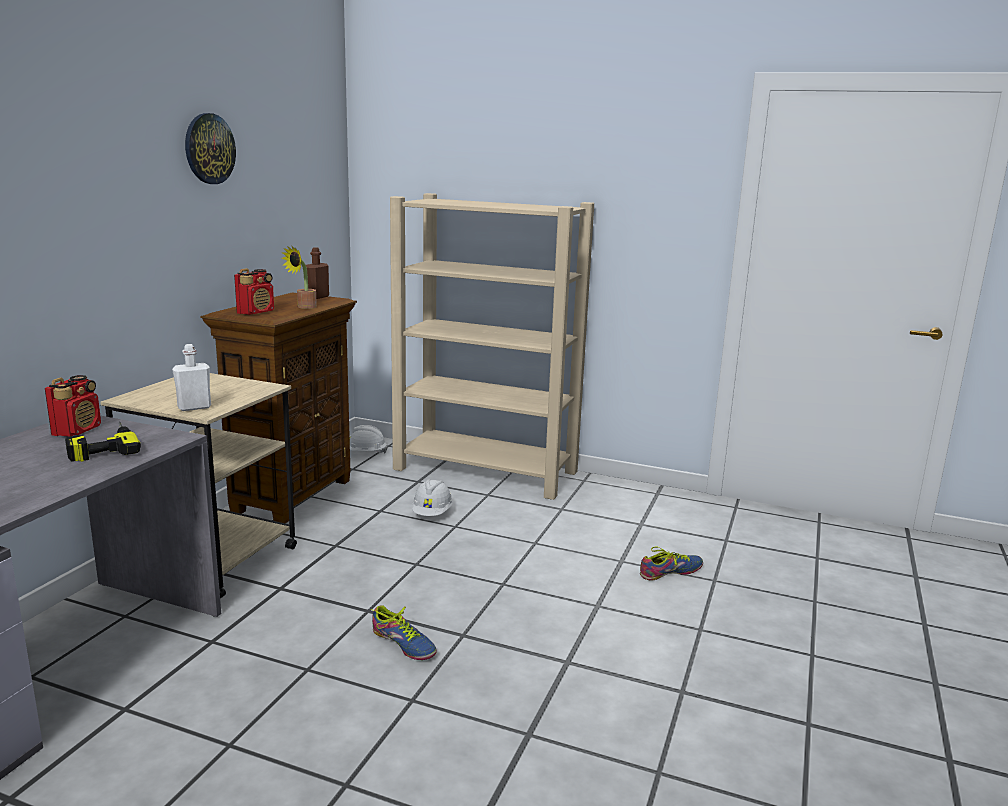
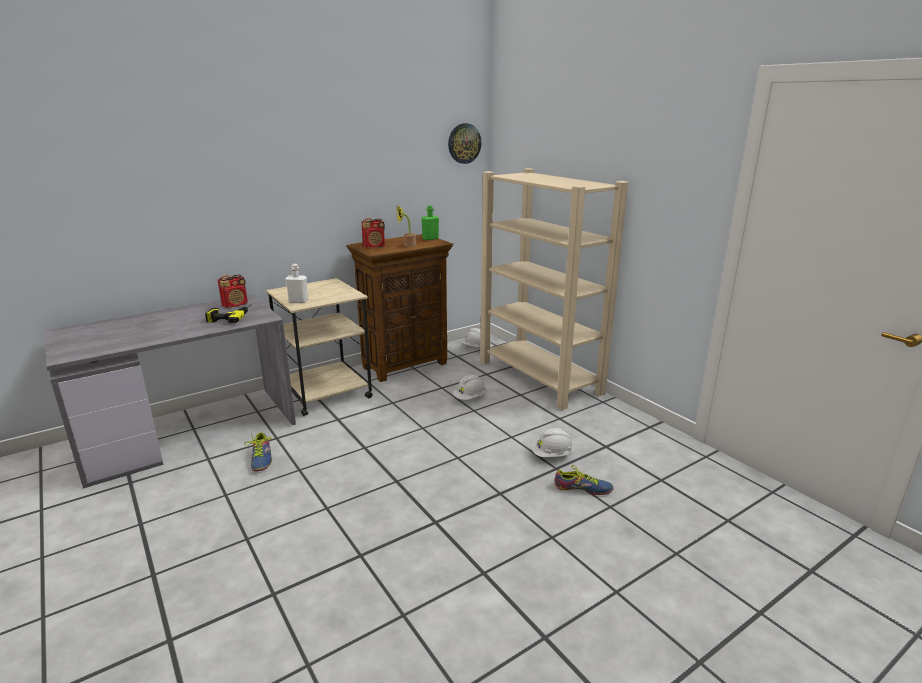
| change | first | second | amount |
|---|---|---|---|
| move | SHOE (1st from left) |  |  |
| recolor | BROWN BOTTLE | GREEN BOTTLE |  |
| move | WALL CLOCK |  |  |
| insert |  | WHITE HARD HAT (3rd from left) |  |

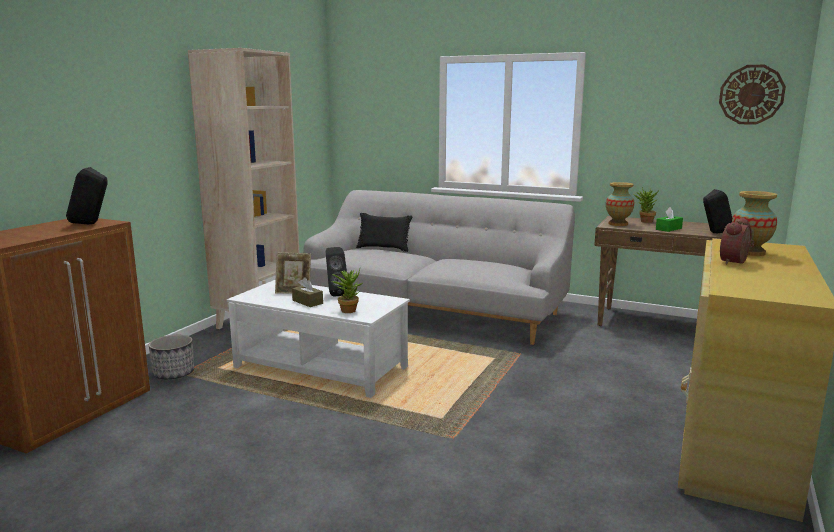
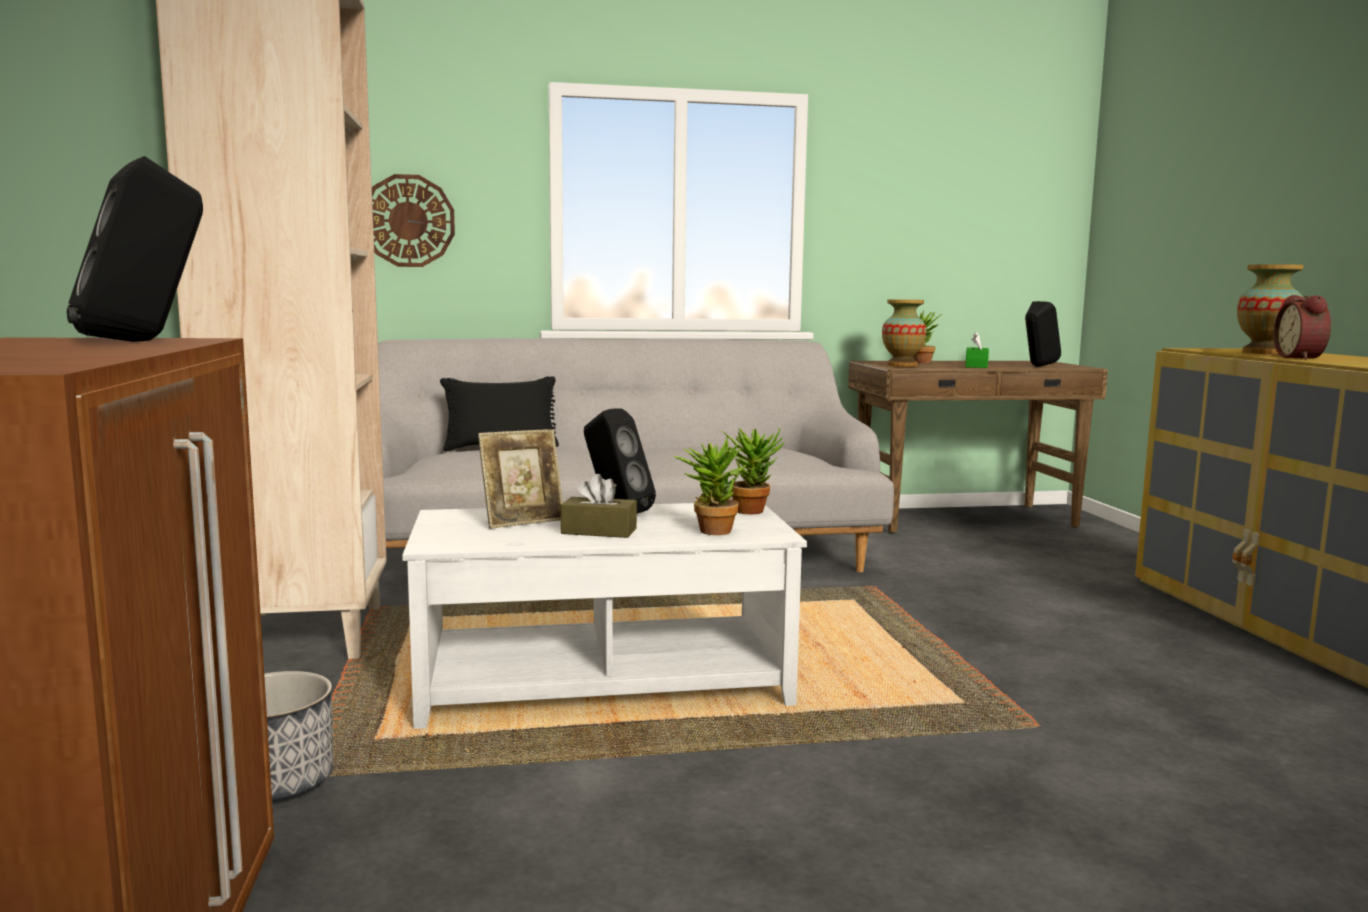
| change | first | second | amount |
|---|---|---|---|
| move | WALL CLOCK |  |  |
| insert |  | POTTED PLANT (2nd from left) |  |

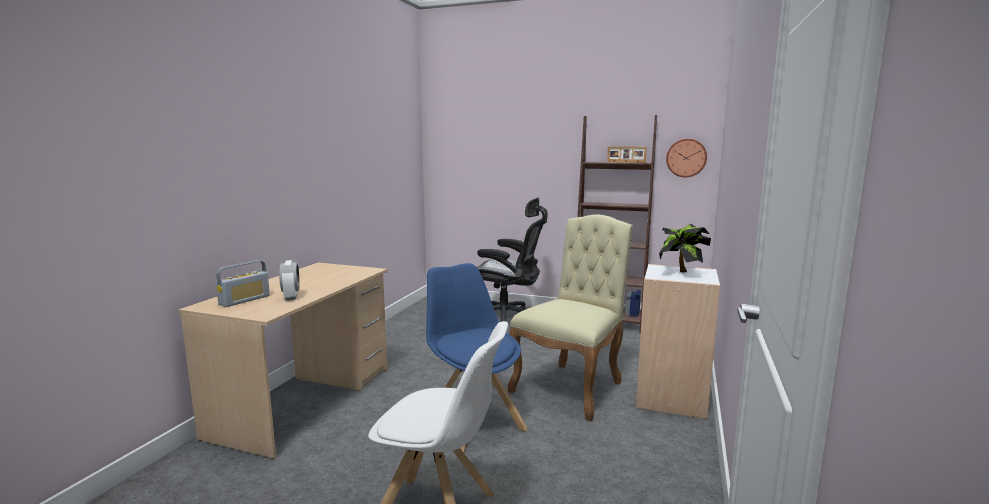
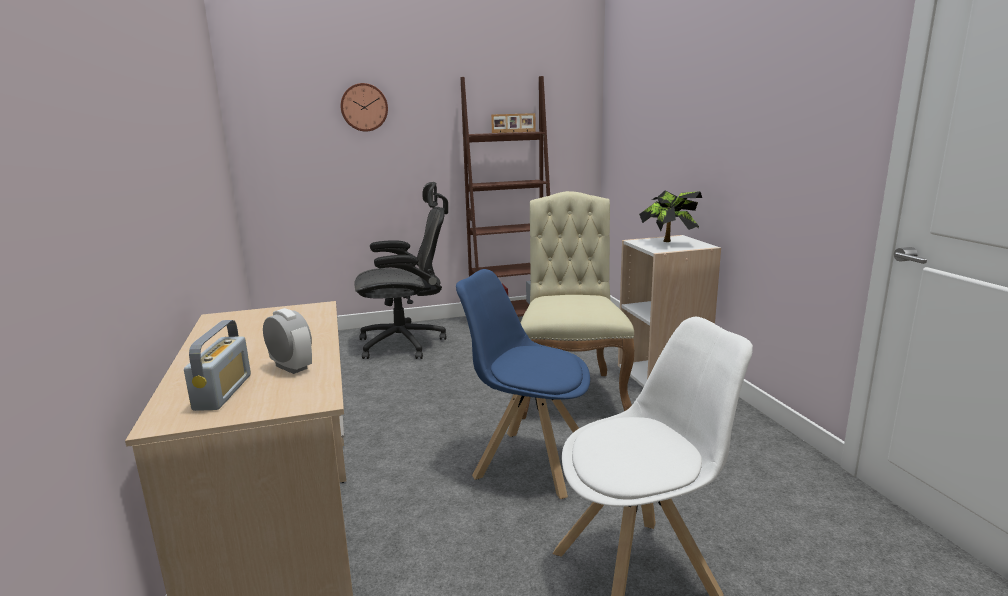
| change | first | second | amount |
|---|---|---|---|
| move | WALL CLOCK |  |  |

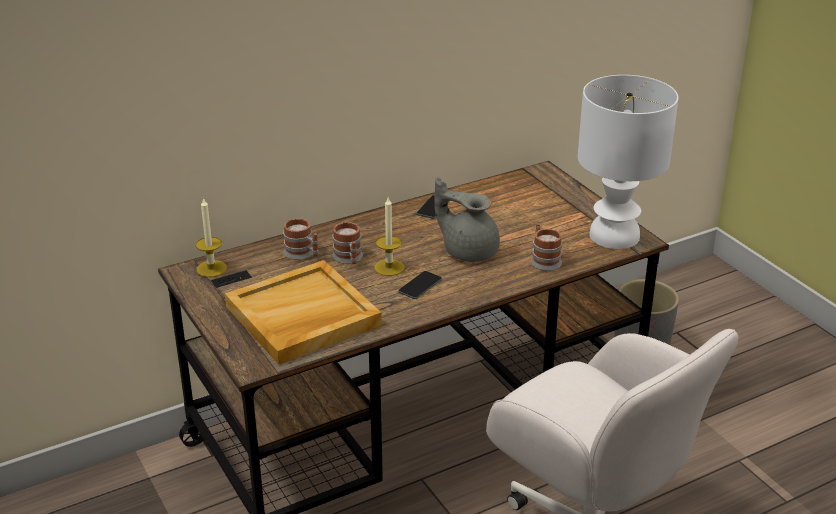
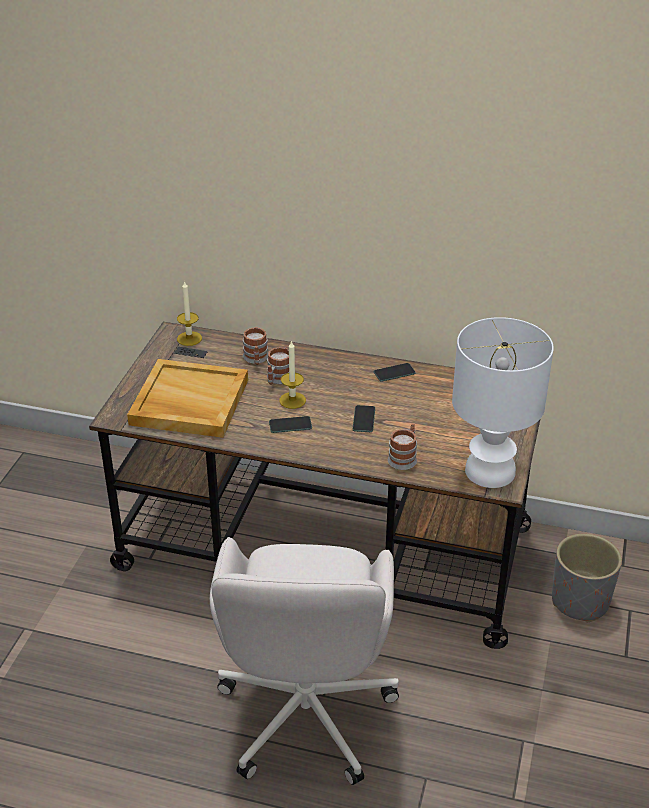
| change | first | second | amount |
|---|---|---|---|
| replace | GREY TEAPOT | PHONE (2nd from left) |  |

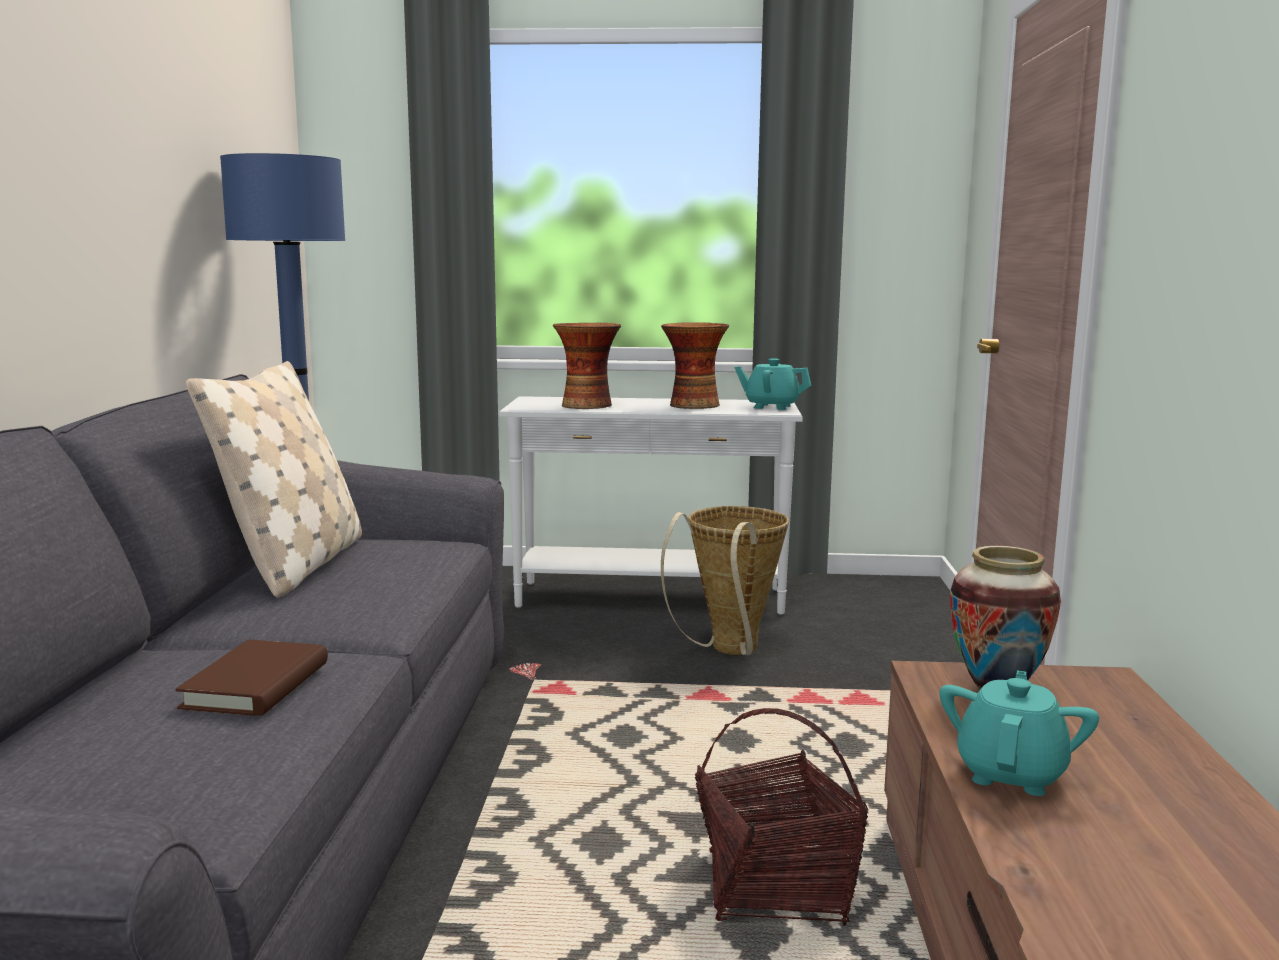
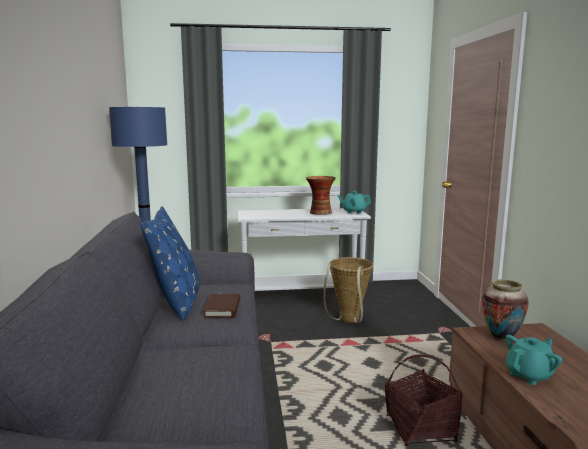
| change | first | second | amount |
|---|---|---|---|
| recolor | BEIGE PILLOW | BLUE PILLOW |  |
| move | BROWN BOOK |  |  |
| rotate | TURQUOISE TEAPOT (2nd from left) |  | 45 degrees clockwise |
| delete | VASE (1st from left) |  |  |

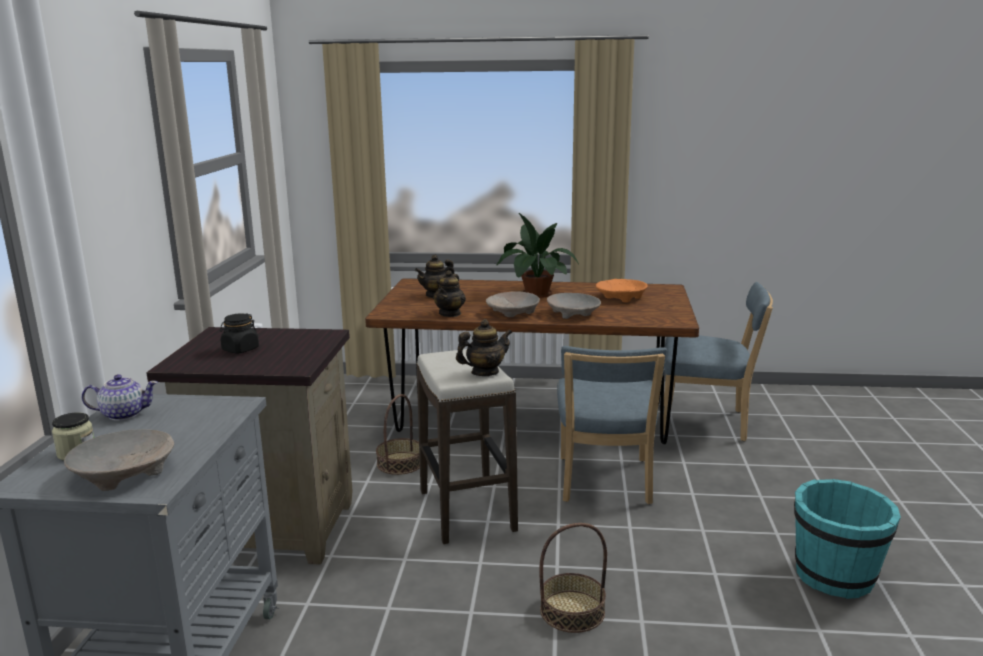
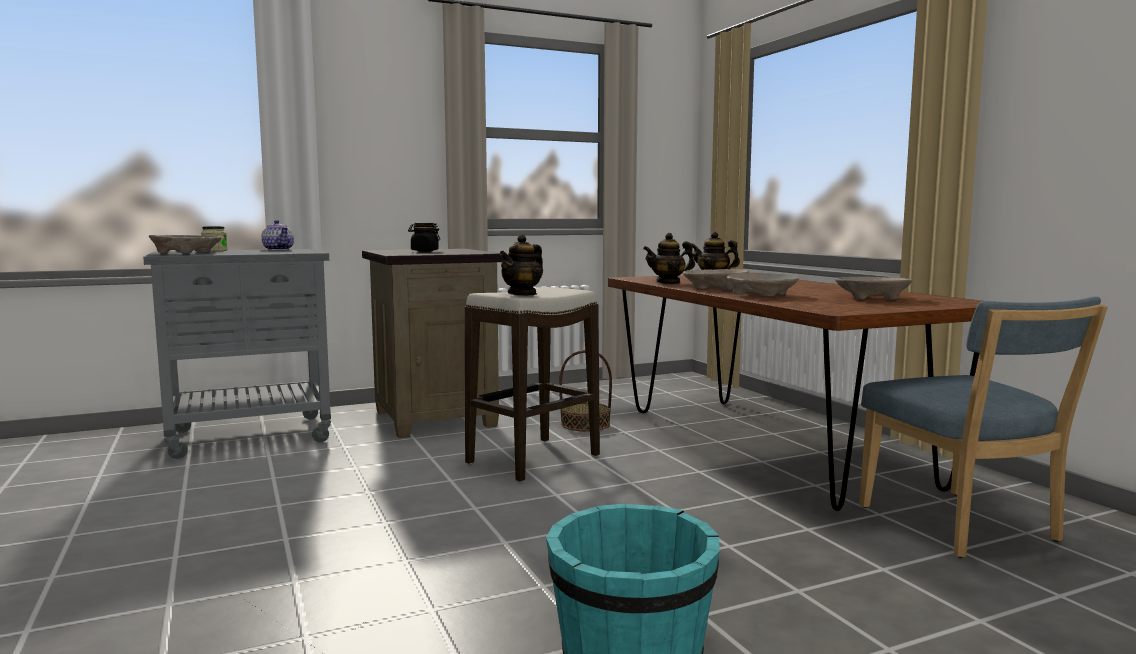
| change | first | second | amount |
|---|---|---|---|
| rotate | TEAPOT (4th from left in the first image) | TEAPOT (2nd from left) | 90 degrees clockwise |
| recolor | ORANGE BOWL | BEIGE BOWL (4th from left) |  |
| delete | POTTED PLANT |  |  |
| delete | BASKET (2nd from left) |  |  |
| delete | BLUE CHAIR (1st from left) |  |  |

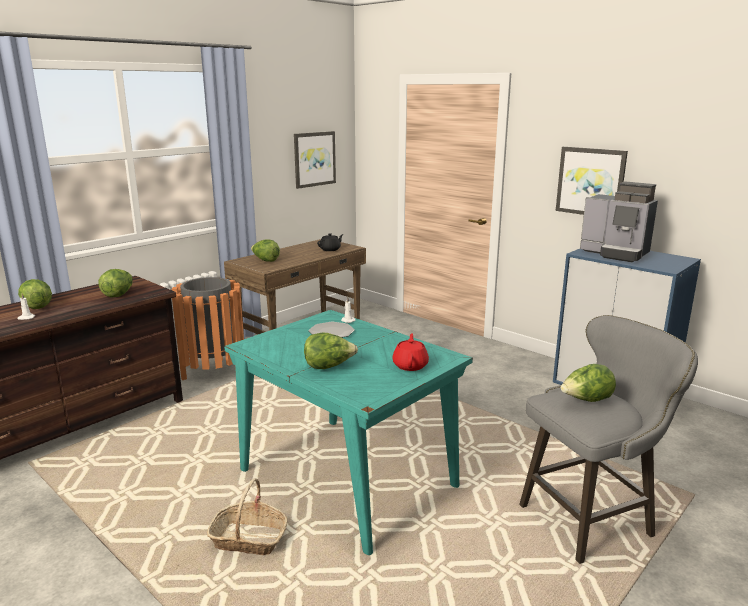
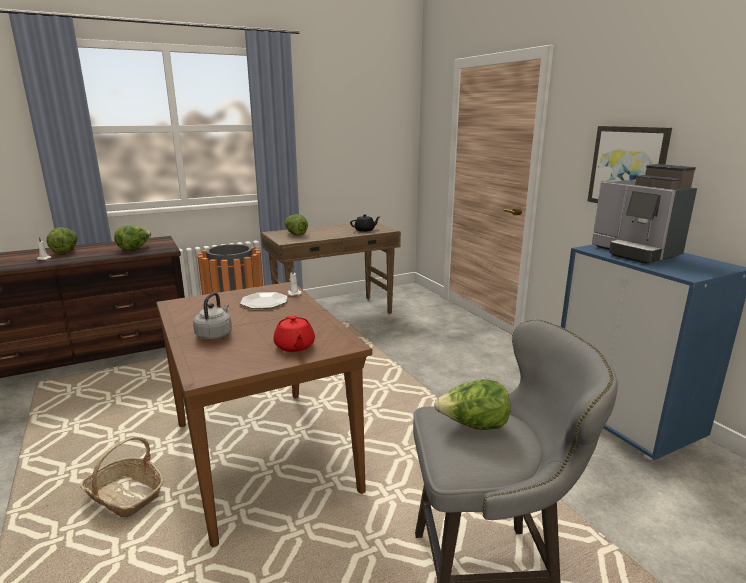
| change | first | second | amount |
|---|---|---|---|
| recolor | TURQUOISE DINING TABLE | BROWN DINING TABLE |  |
| replace | LETTUCE (4th from left) | GREY KETTLE |  |
| rotate | RED TEAPOT |  | 135 degrees clockwise |
| delete | PICTURE (1st from left) |  |  |

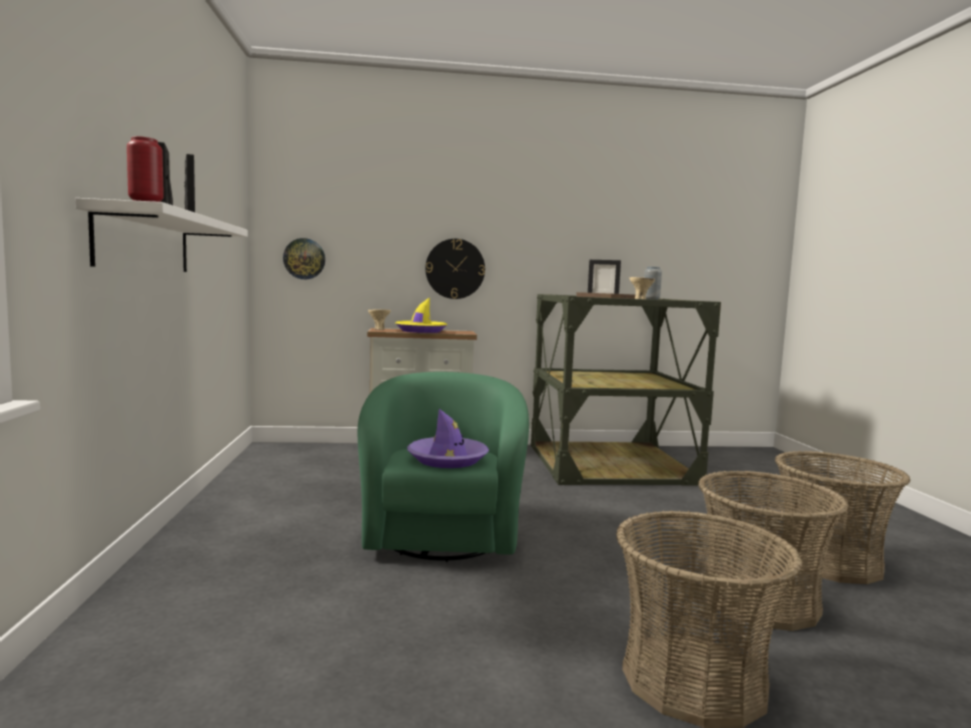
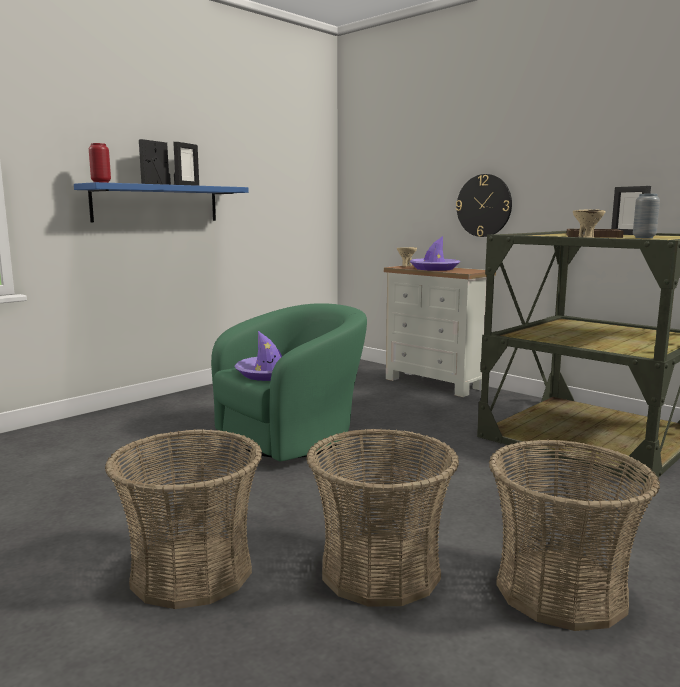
| change | first | second | amount |
|---|---|---|---|
| recolor | WHITE SHELF | BLUE SHELF |  |
| recolor | YELLOW HAT | PURPLE HAT (2nd from left) |  |
| delete | WALL CLOCK (1st from left) |  |  |

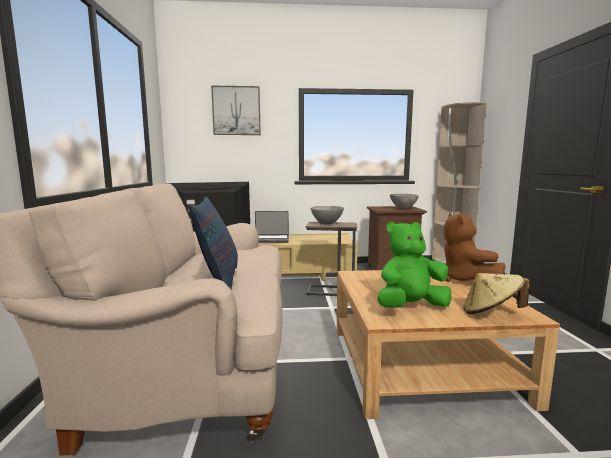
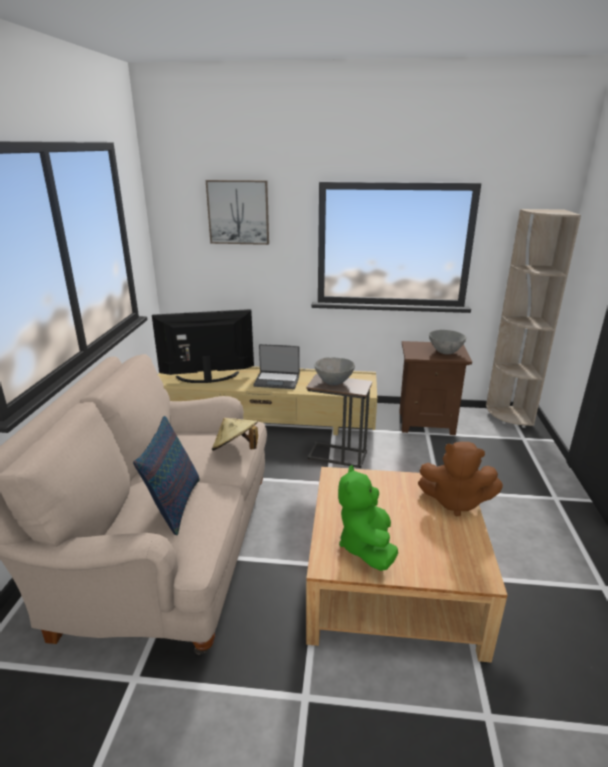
| change | first | second | amount |
|---|---|---|---|
| move | BEIGE HAT |  |  |
| rotate | GREEN PLUSH TOY |  | 75 degrees counterclockwise |
| rotate | BROWN PLUSH TOY |  | 75 degrees counterclockwise |

